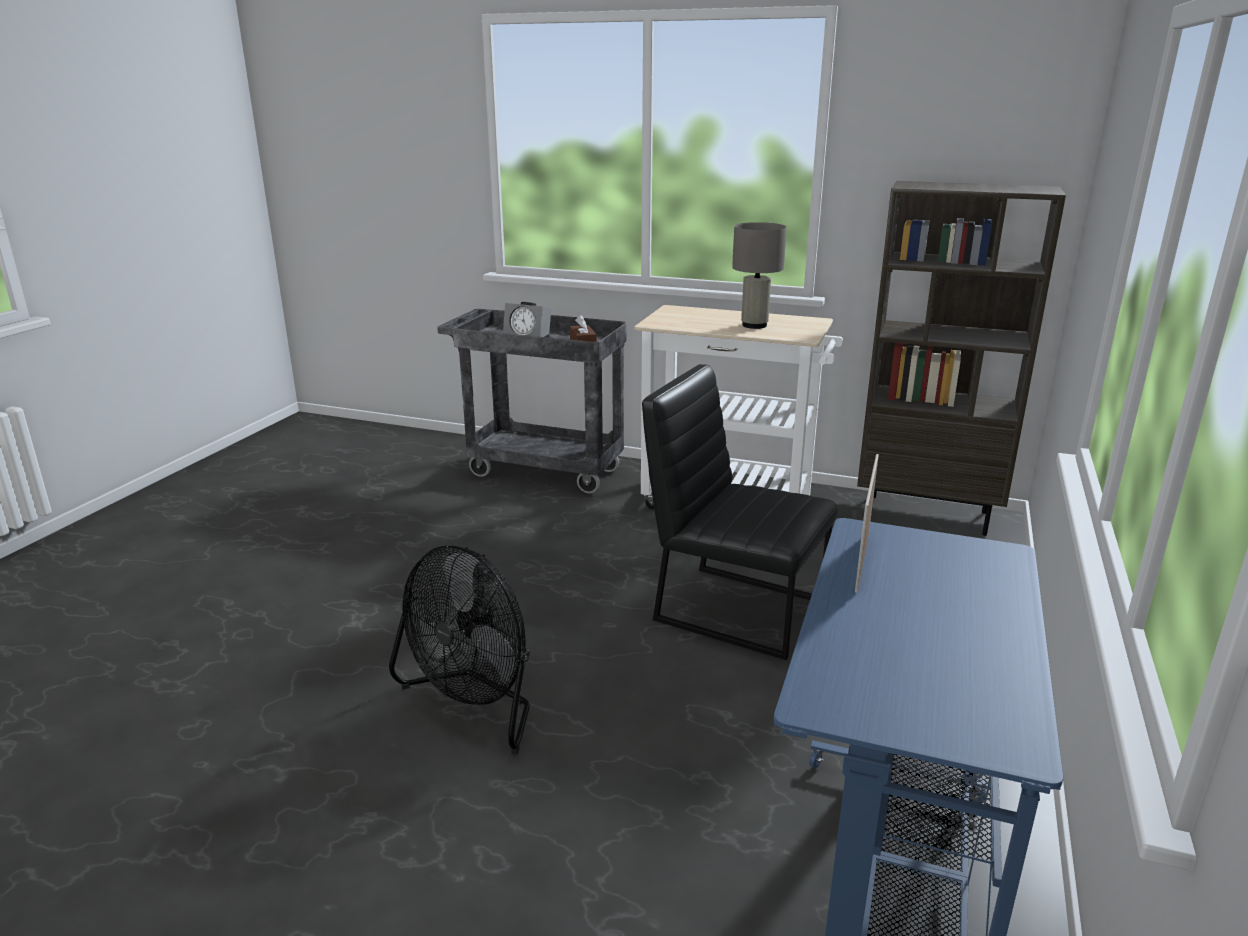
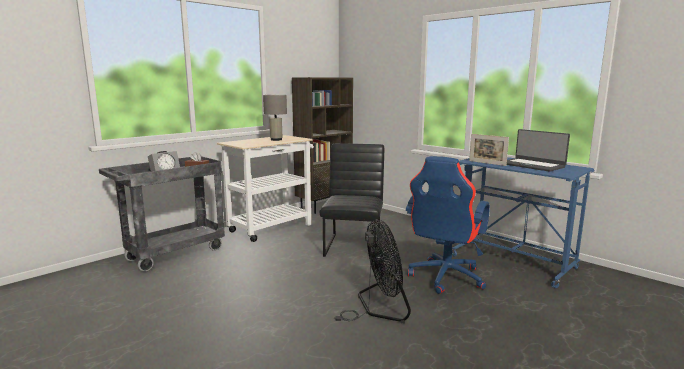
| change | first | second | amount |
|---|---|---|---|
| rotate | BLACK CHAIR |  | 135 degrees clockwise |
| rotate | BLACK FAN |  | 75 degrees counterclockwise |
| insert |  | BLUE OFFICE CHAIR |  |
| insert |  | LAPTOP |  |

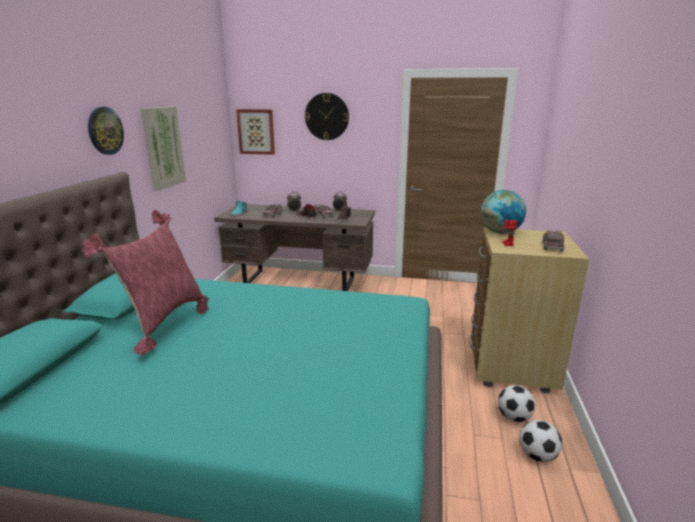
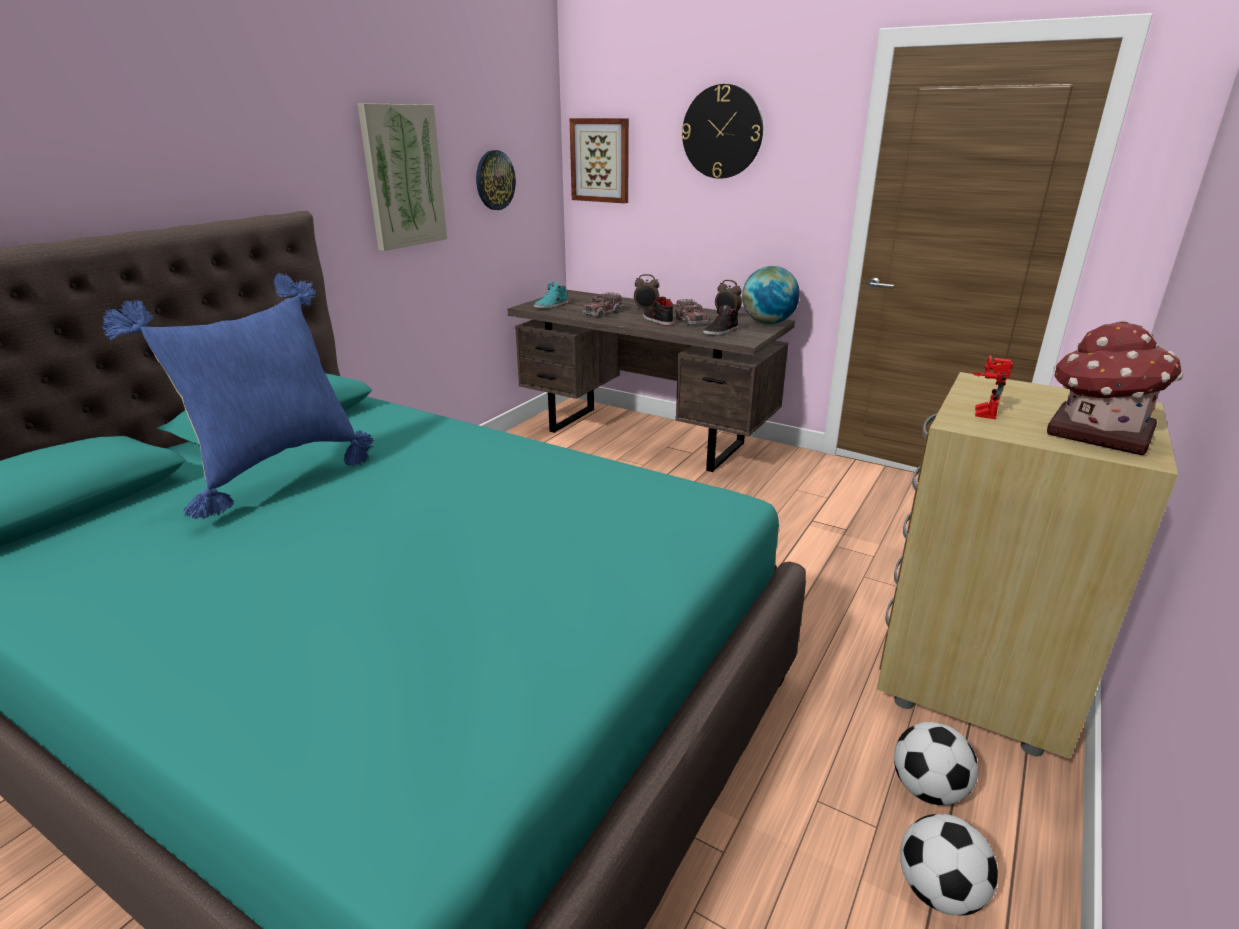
| change | first | second | amount |
|---|---|---|---|
| recolor | RED PILLOW | BLUE PILLOW |  |
| move | WALL CLOCK (1st from left) |  |  |
| move | GLOBE |  |  |
| replace | TOY TRUCK (3rd from left) | TOY HOUSE |  |

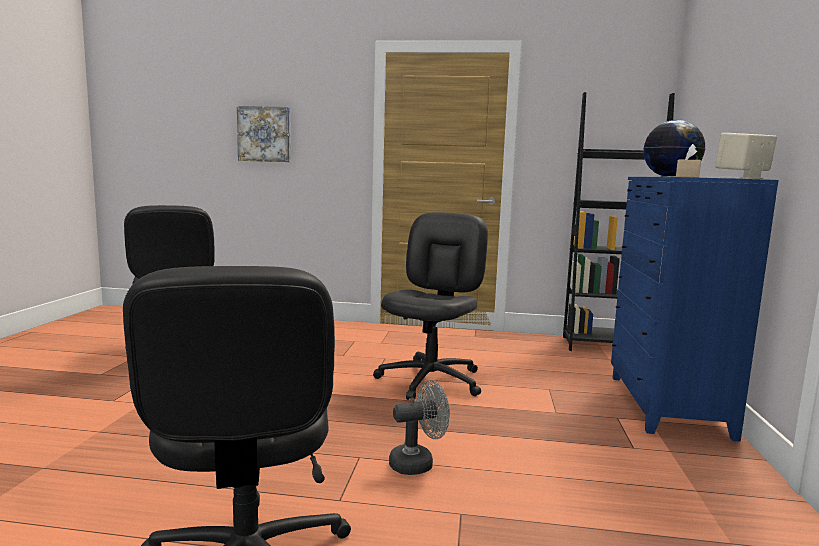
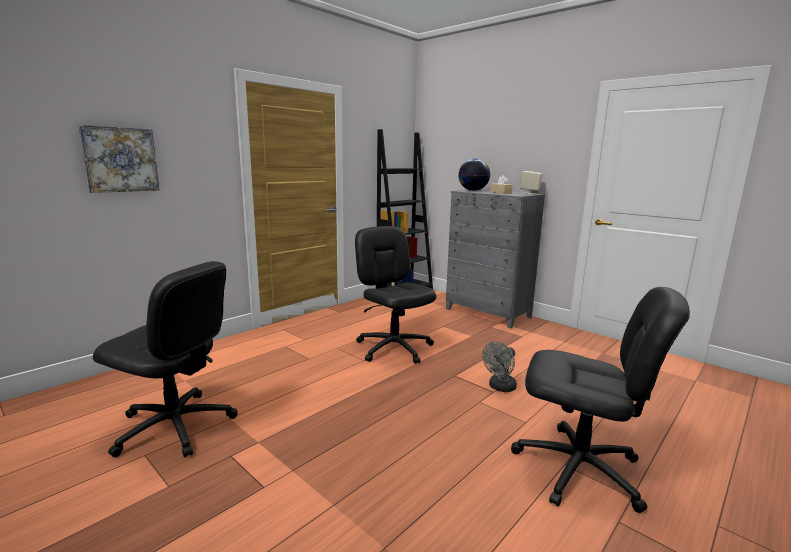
| change | first | second | amount |
|---|---|---|---|
| recolor | BLUE DRESSER | GREY DRESSER |  |
| rotate | GREY FAN |  | 150 degrees counterclockwise |

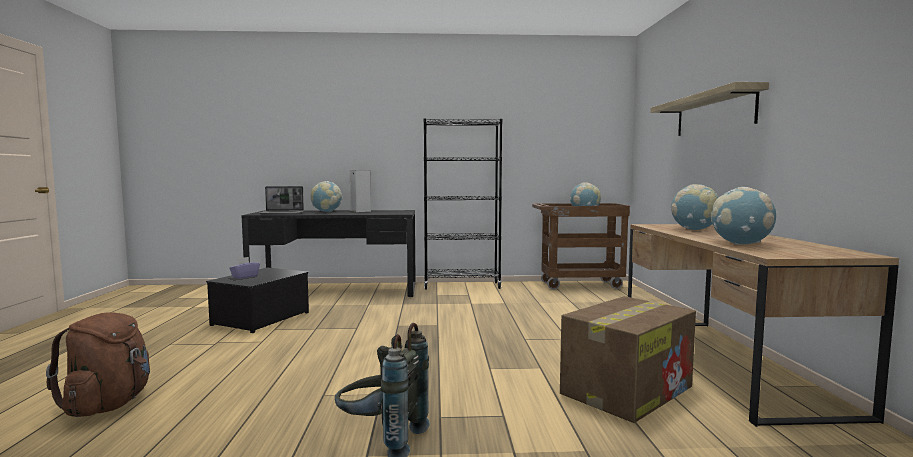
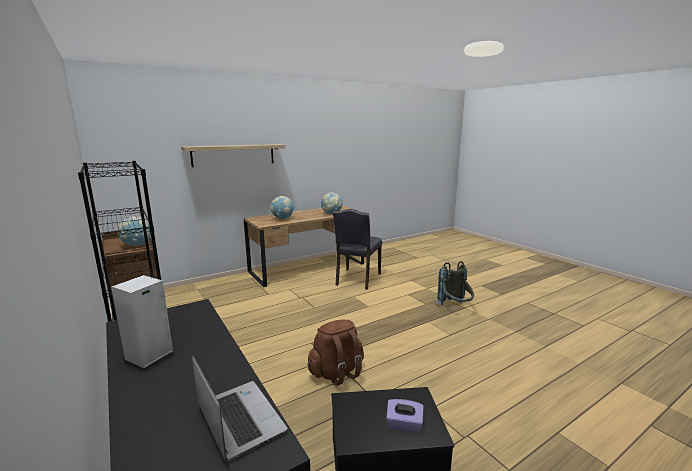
| change | first | second | amount |
|---|---|---|---|
| move | BROWN BACKPACK |  |  |
| replace | CARDBOARD BOX | GREY CHAIR |  |
| delete | GLOBE (1st from left) |  |  |

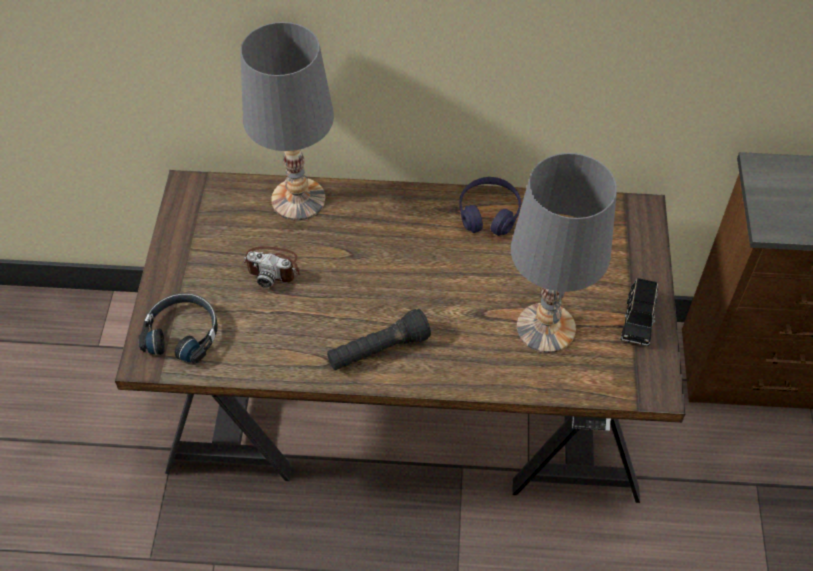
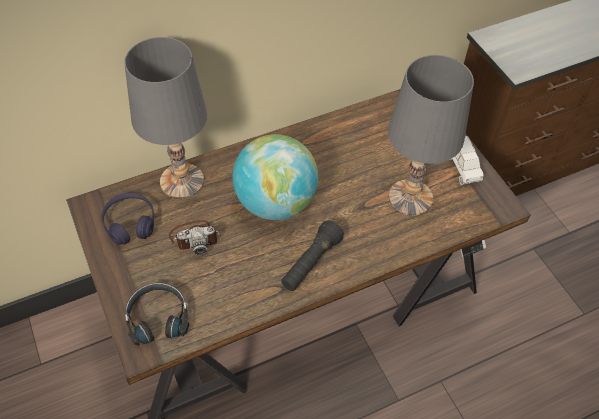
| change | first | second | amount |
|---|---|---|---|
| move | PURPLE HEADPHONES |  |  |
| insert |  | GLOBE |  |
| recolor | BLACK TOY CAR | WHITE TOY CAR |  |

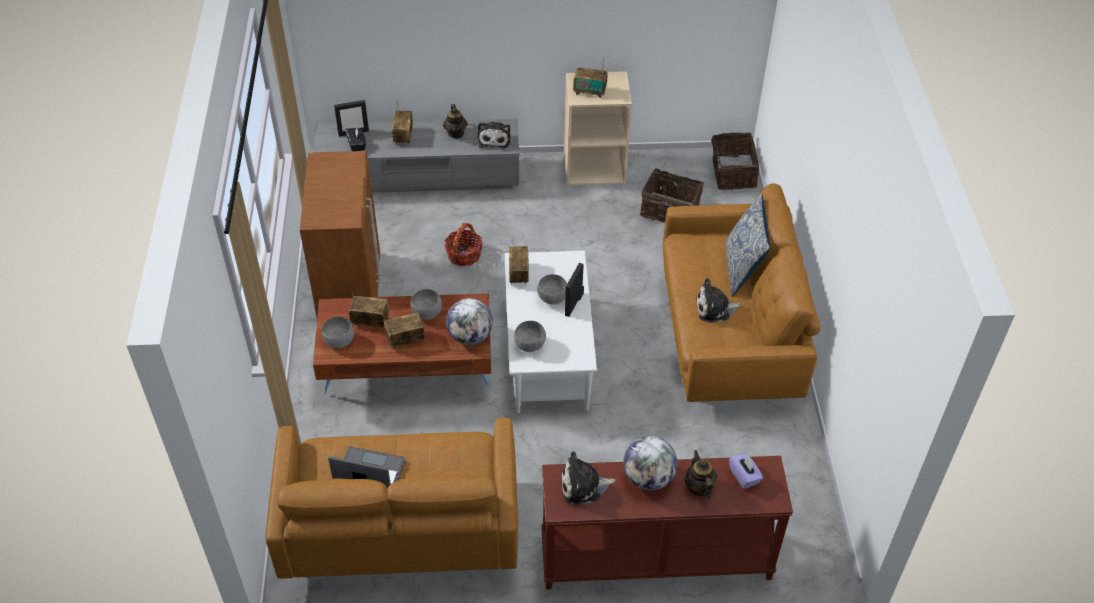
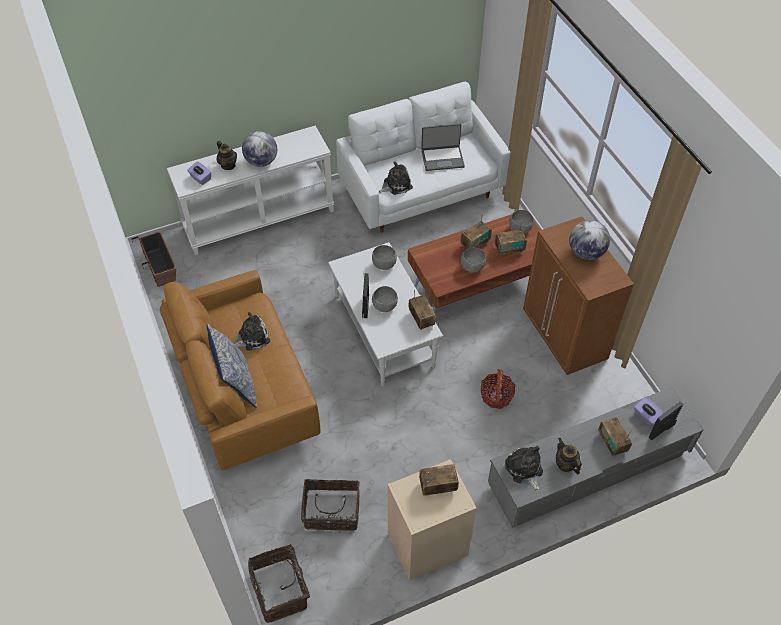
| change | first | second | amount |
|---|---|---|---|
| insert |  | PLANTER |  |
| recolor | BROWN CONSOLE TABLE | WHITE CONSOLE TABLE |  |
| recolor | BROWN SOFA (1st from left) | WHITE SOFA |  |
| move | PLUSH TOY (2nd from left) |  |  |
| move | GLOBE (1st from left in the first image) | GLOBE (2nd from left) |  |
| recolor | BLACK TISSUE BOX | PURPLE TISSUE BOX (2nd from left) |  |

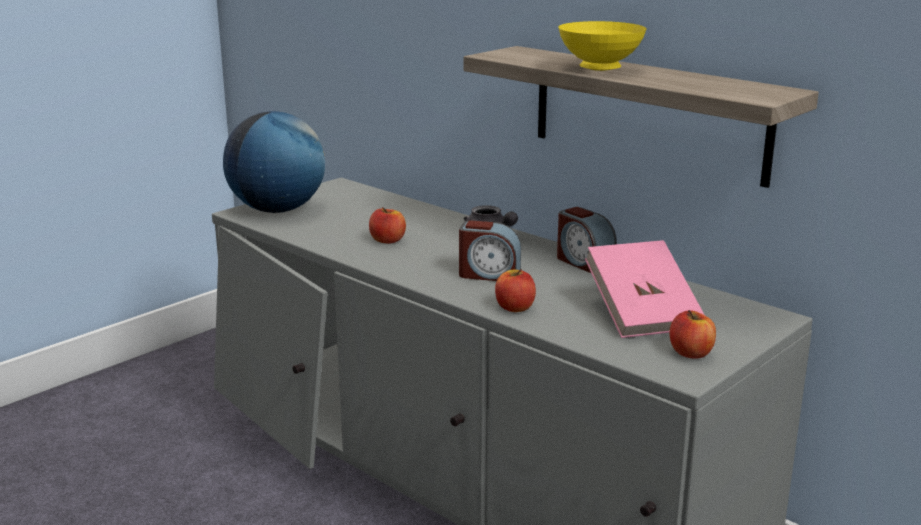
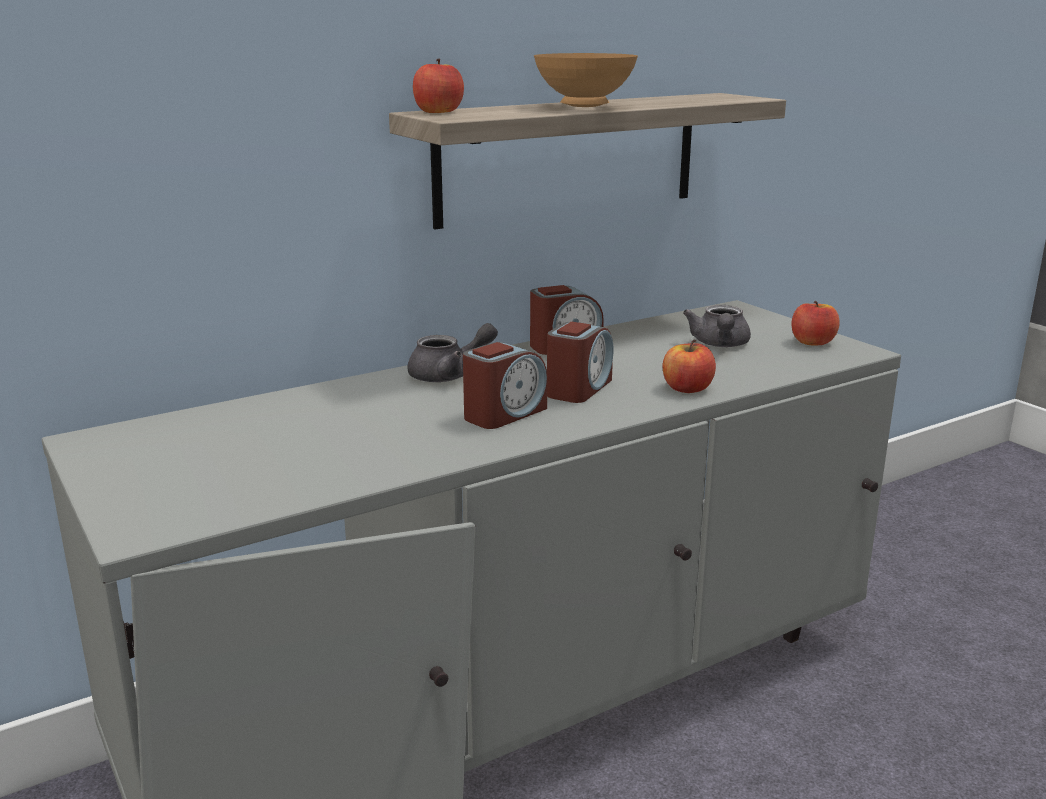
| change | first | second | amount |
|---|---|---|---|
| move | APPLE (1st from left) |  |  |
| insert |  | ALARM CLOCK (1st from left) |  |
| recolor | YELLOW BOWL | BROWN BOWL |  |
| replace | PINK BOOK | GREY TEAPOT (2nd from left) |  |
| delete | GLOBE |  |  |

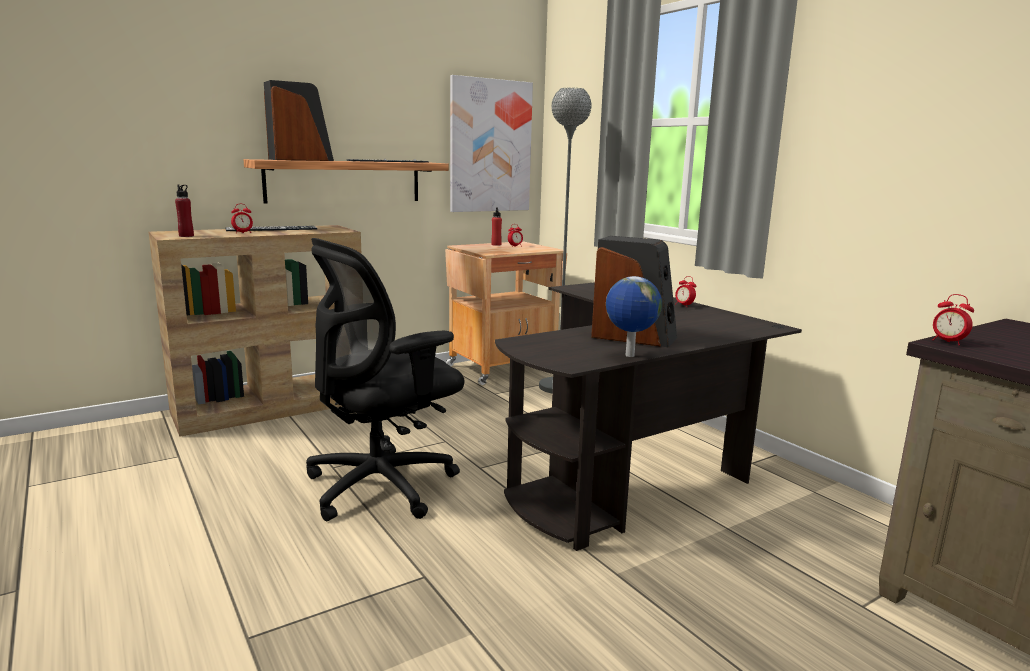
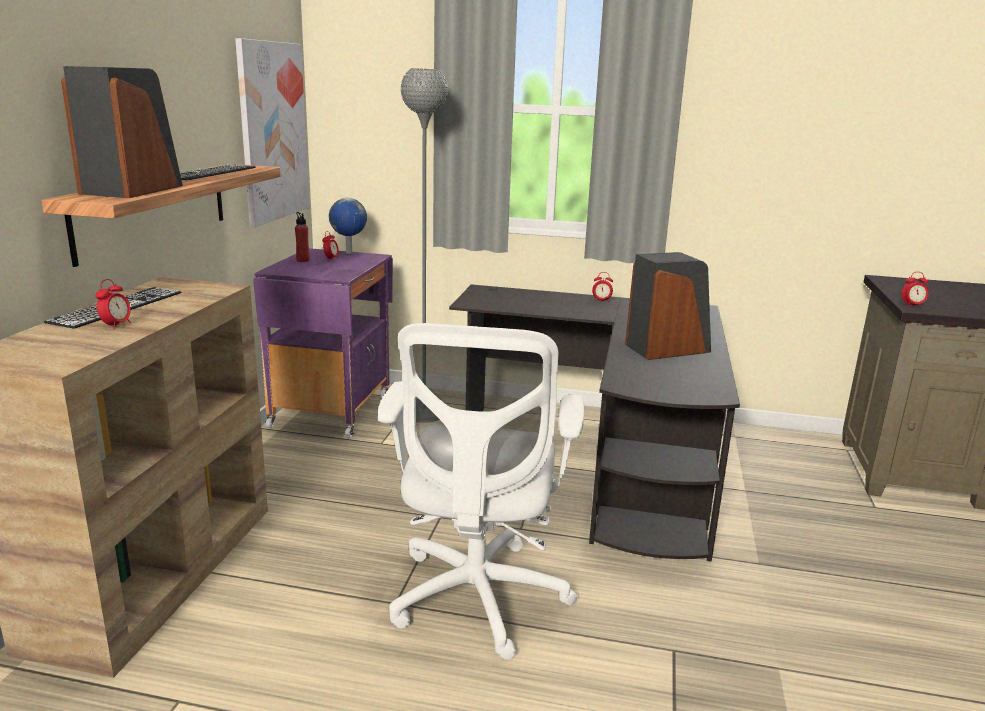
| change | first | second | amount |
|---|---|---|---|
| recolor | BROWN CART | PURPLE CART |  |
| move | GLOBE |  |  |
| recolor | BLACK OFFICE CHAIR | WHITE OFFICE CHAIR |  |
| delete | RED BOTTLE (1st from left) |  |  |

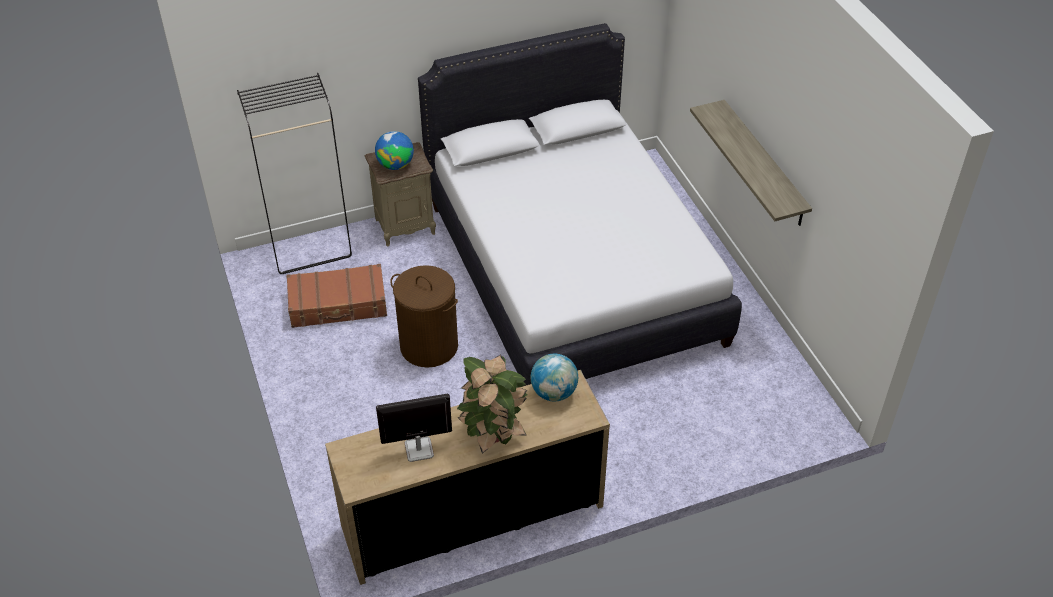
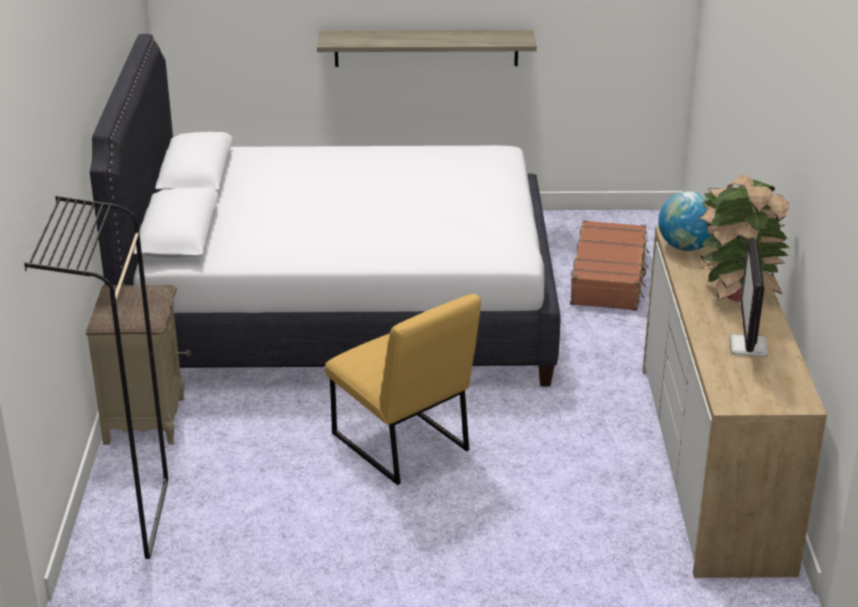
| change | first | second | amount |
|---|---|---|---|
| replace | BROWN LAUNDRY BASKET | YELLOW CHAIR |  |
| move | BROWN SUITCASE |  |  |
| delete | GLOBE (1st from left) |  |  |

